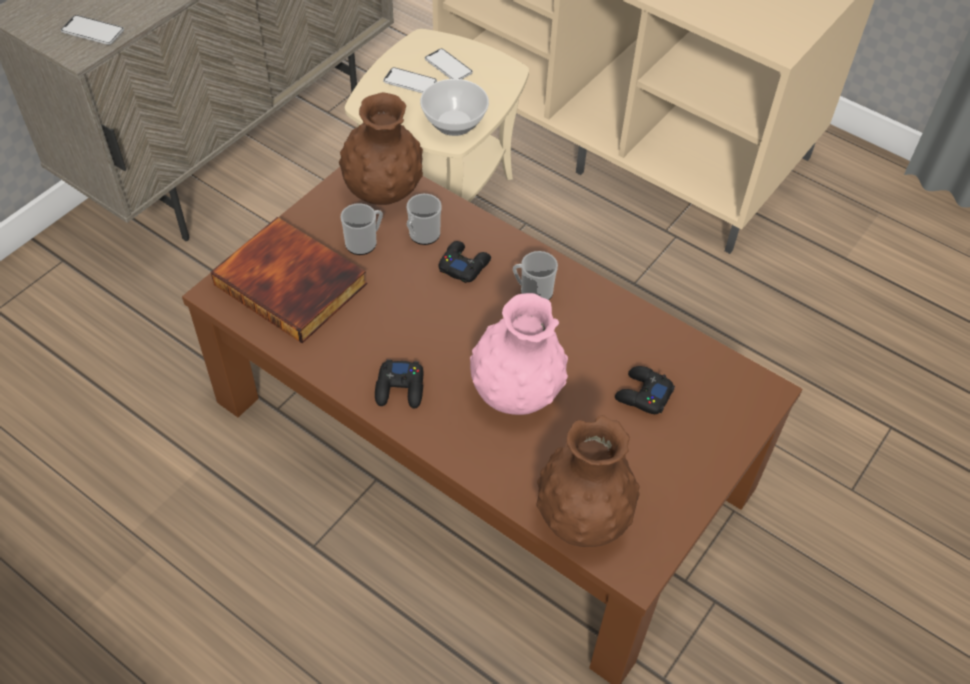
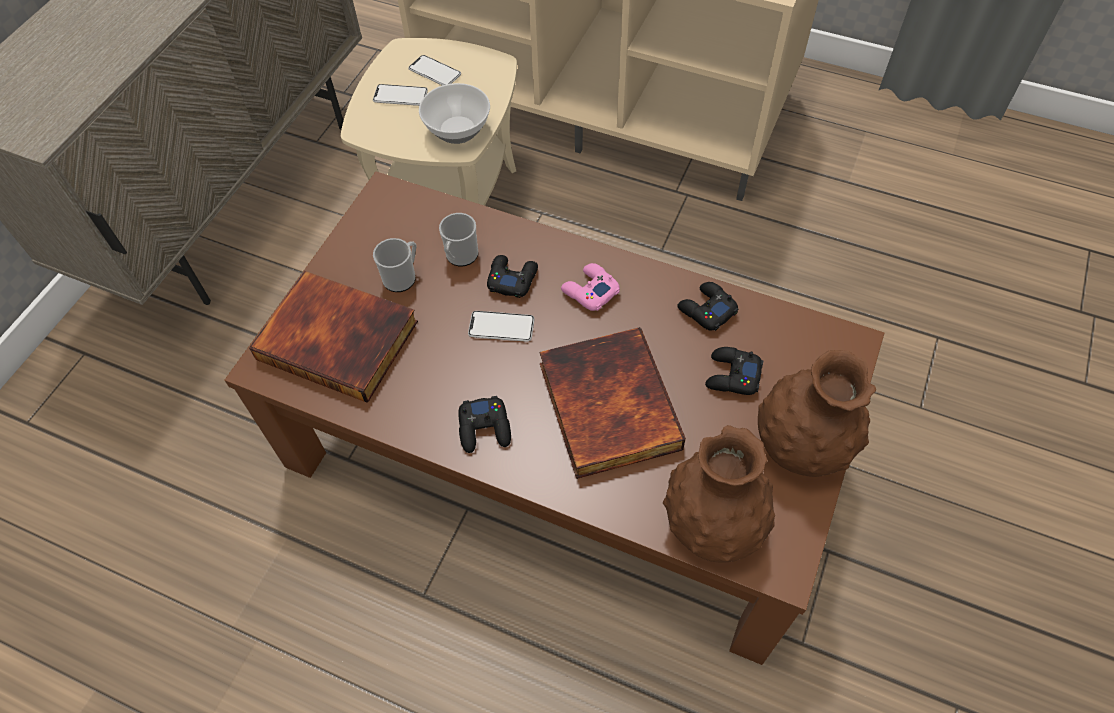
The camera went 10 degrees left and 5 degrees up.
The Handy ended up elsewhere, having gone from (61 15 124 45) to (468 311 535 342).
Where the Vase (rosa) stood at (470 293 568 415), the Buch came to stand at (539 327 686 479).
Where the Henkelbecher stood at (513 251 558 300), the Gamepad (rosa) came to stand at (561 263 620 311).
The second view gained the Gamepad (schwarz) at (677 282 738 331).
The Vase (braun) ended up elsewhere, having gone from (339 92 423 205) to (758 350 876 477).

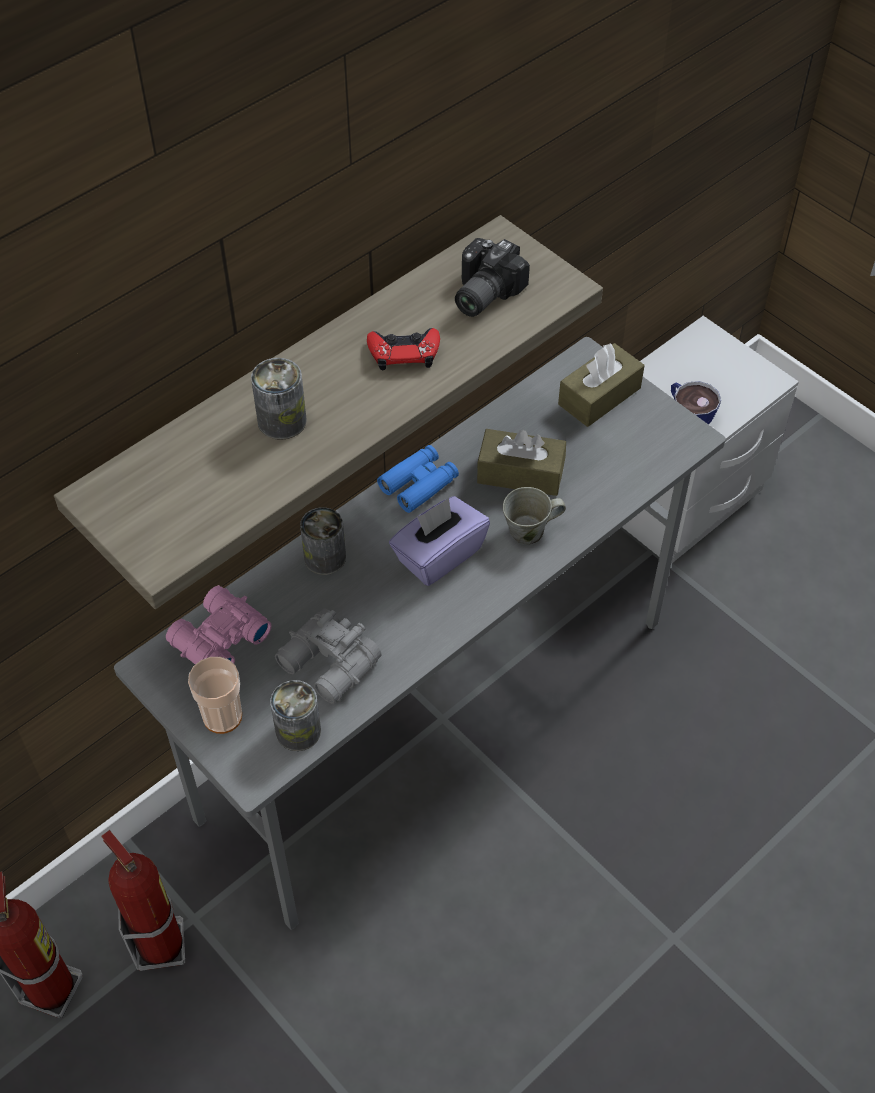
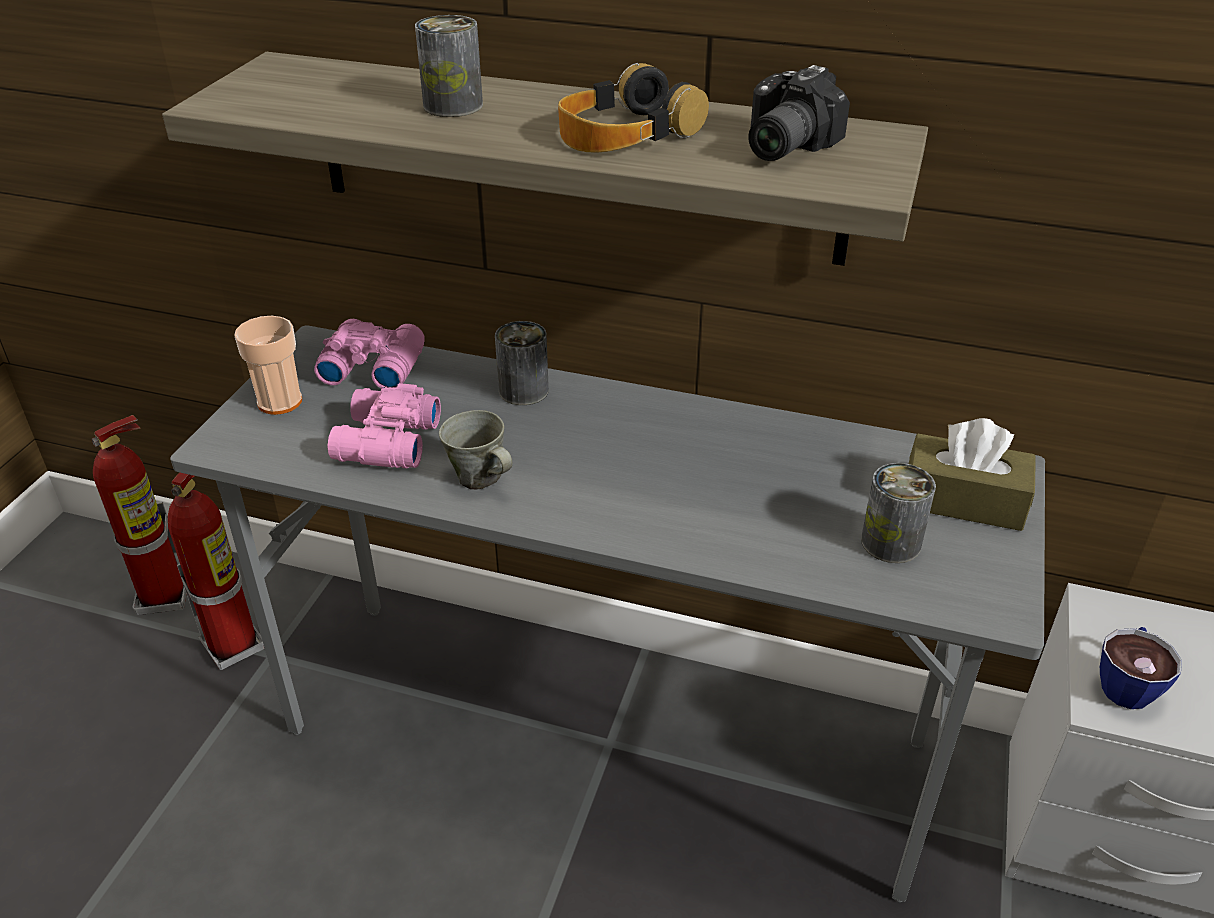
The camera went 60 degrees right and 15 degrees down.
What was the Fernglas (grau) at (275 609 382 704) turned into the Fernglas (rosa) at (328 383 441 469).
The Henkelbecher (grau) ended up elsewhere, having gone from (503 487 566 545) to (439 410 512 490).
Where the Gamepad (rot) stood at (367 328 440 370), the Kopfhörer came to stand at (558 63 709 153).
The Kamera at (455 238 530 317) ended up facing another way, 60 degrees counterclockwise from before.
The Dose ended up elsewhere, having gone from (270 680 321 751) to (861 463 936 563).
The second view lost the Fernglas (blau) at (377 445 459 513).
The second view lost the Taschentuchbox (lila) at (389 496 490 586).
The second view lost the Taschentuchbox (braun) at (477 429 566 496).

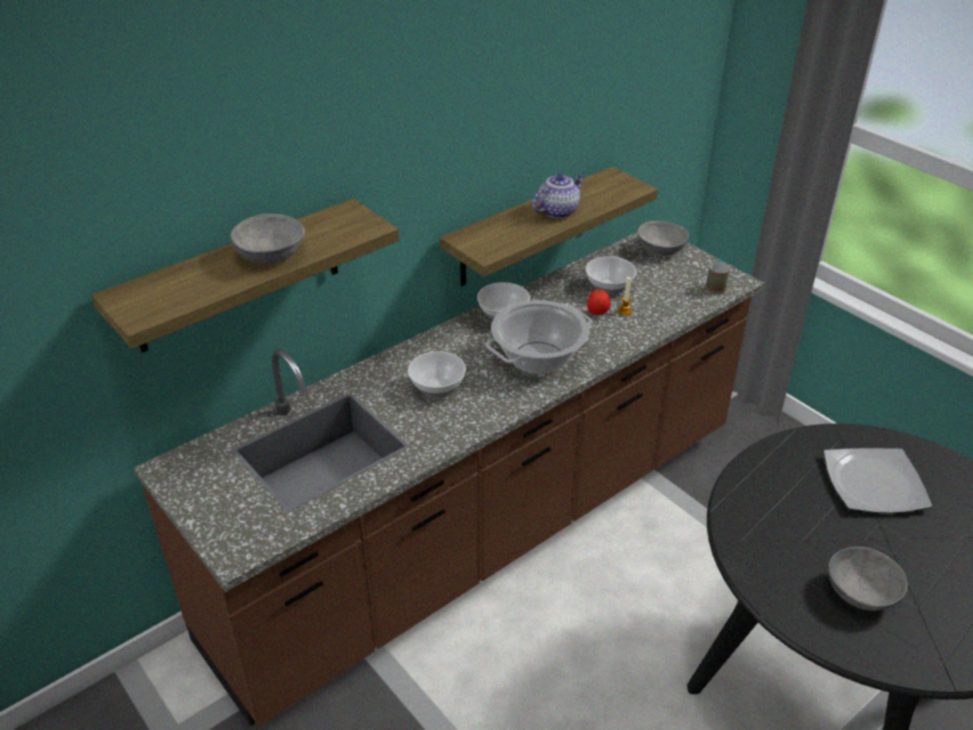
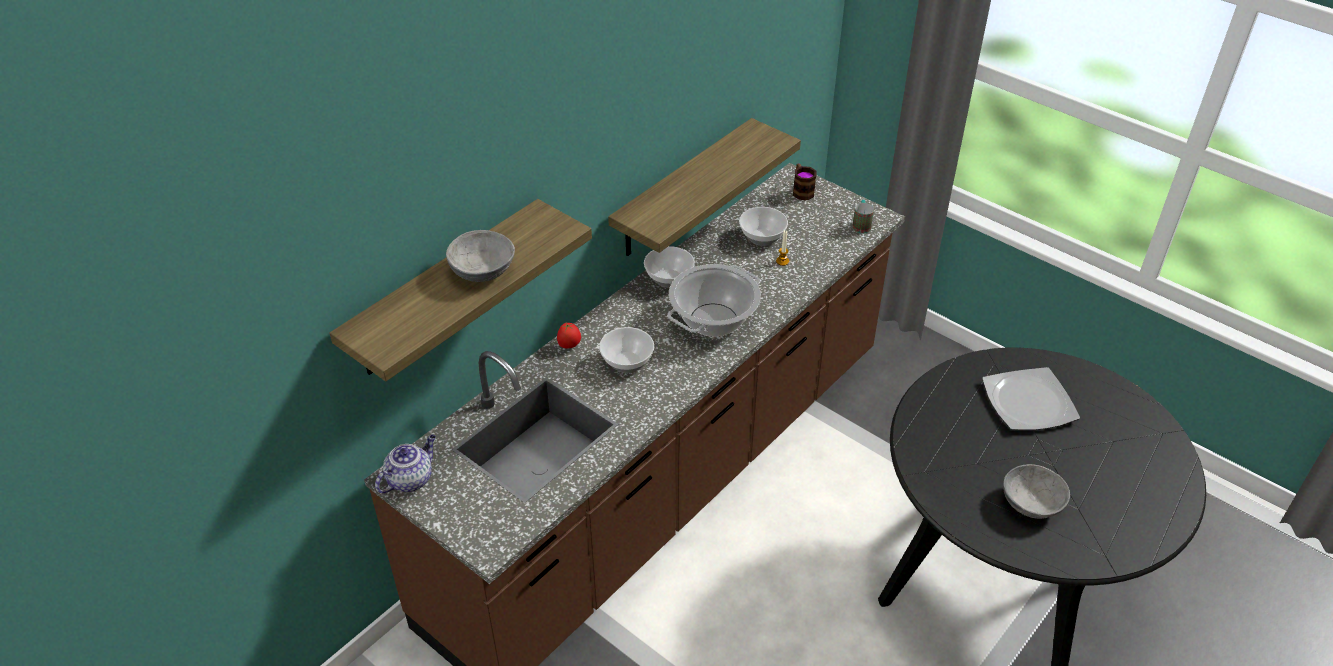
The camera went 10 degrees left and 5 degrees up.
The Teekanne ended up elsewhere, having gone from (532 174 585 219) to (375 435 436 493).
The Tomate ended up elsewhere, having gone from (587 289 611 315) to (557 323 581 348).
Where the Schüssel (grau) stood at (638 221 689 256), the Henkelbecher came to stand at (793 164 817 200).

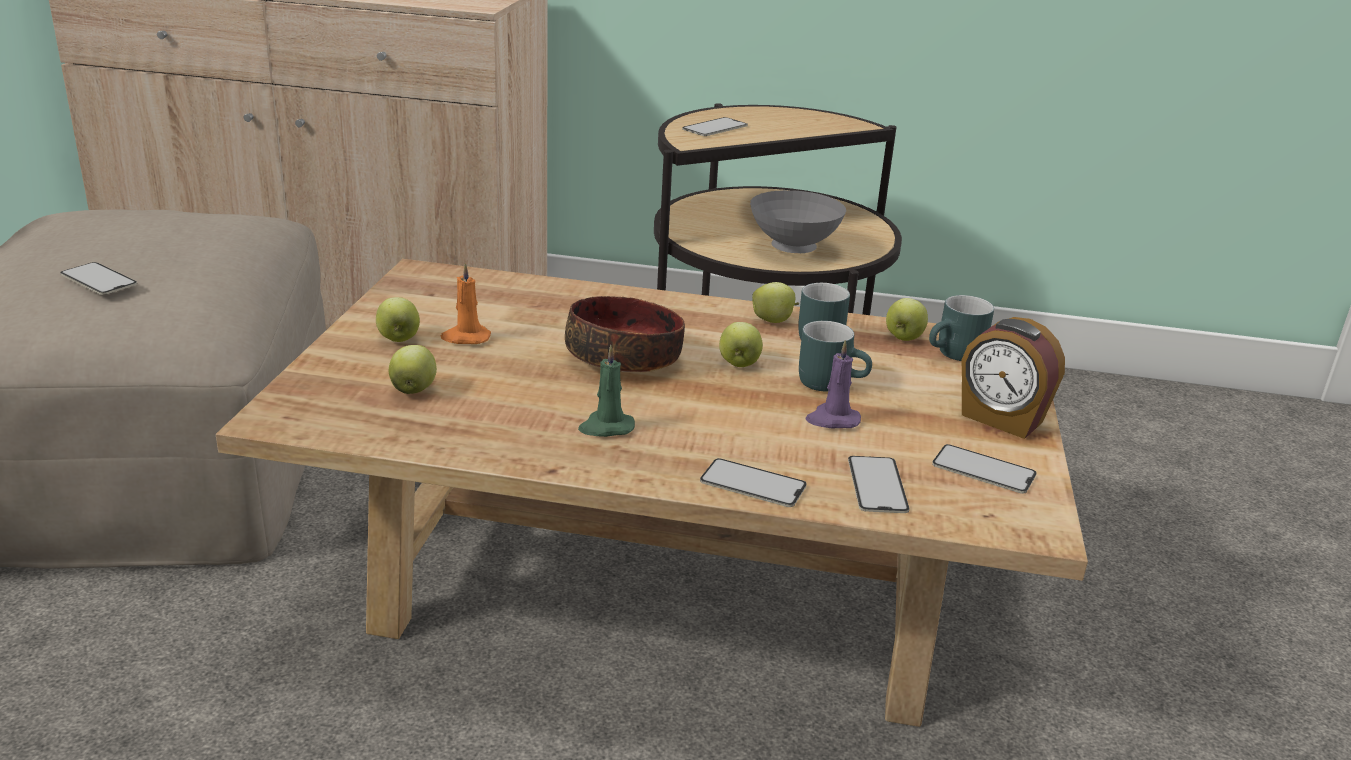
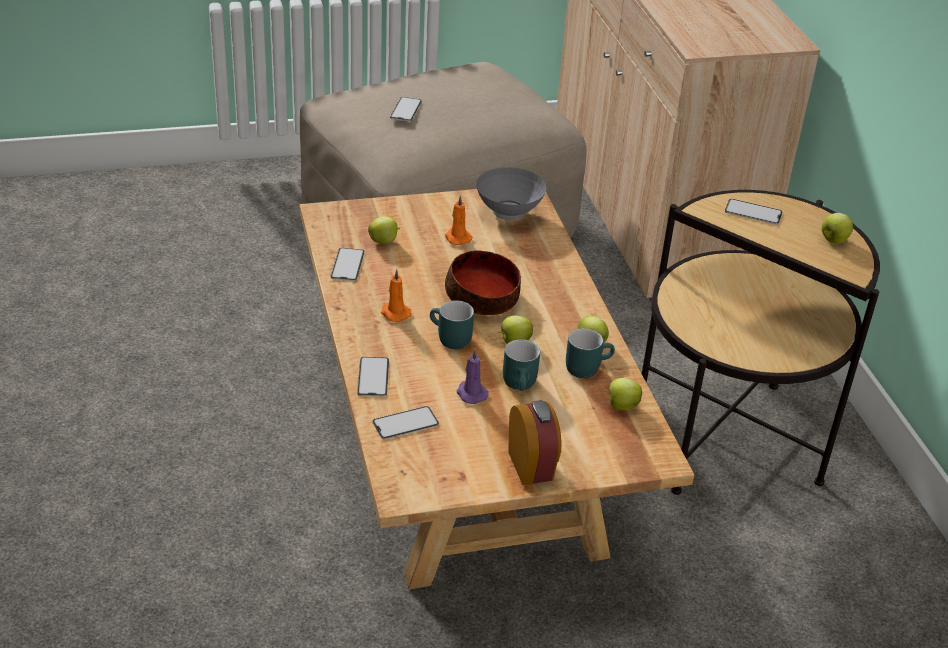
The camera went 65 degrees right and 10 degrees up.
The Handy ended up elsewhere, having gone from (932 444 1037 494) to (331 248 365 281).
What was the Kerze (grün) at (578 345 635 437) turned into the Kerze (orange) at (381 269 411 322).
The Henkelbecher (türkis) ended up elsewhere, having gone from (929 295 994 361) to (430 300 474 349).
The Schüssel (grau) ended up elsewhere, having gone from (750 190 846 253) to (476 167 546 220).
The Wecker at (962 317 1065 439) ended up facing another way, 150 degrees clockwise from before.
The Apfel ended up elsewhere, having gone from (376 297 420 342) to (821 213 853 243).

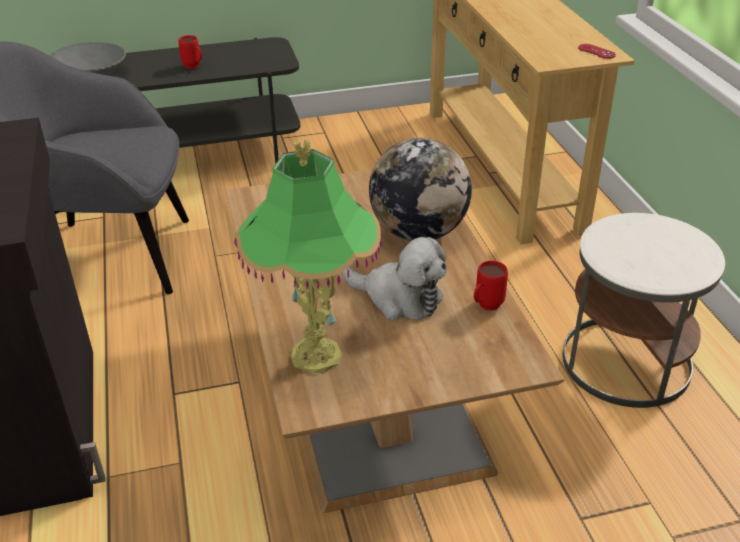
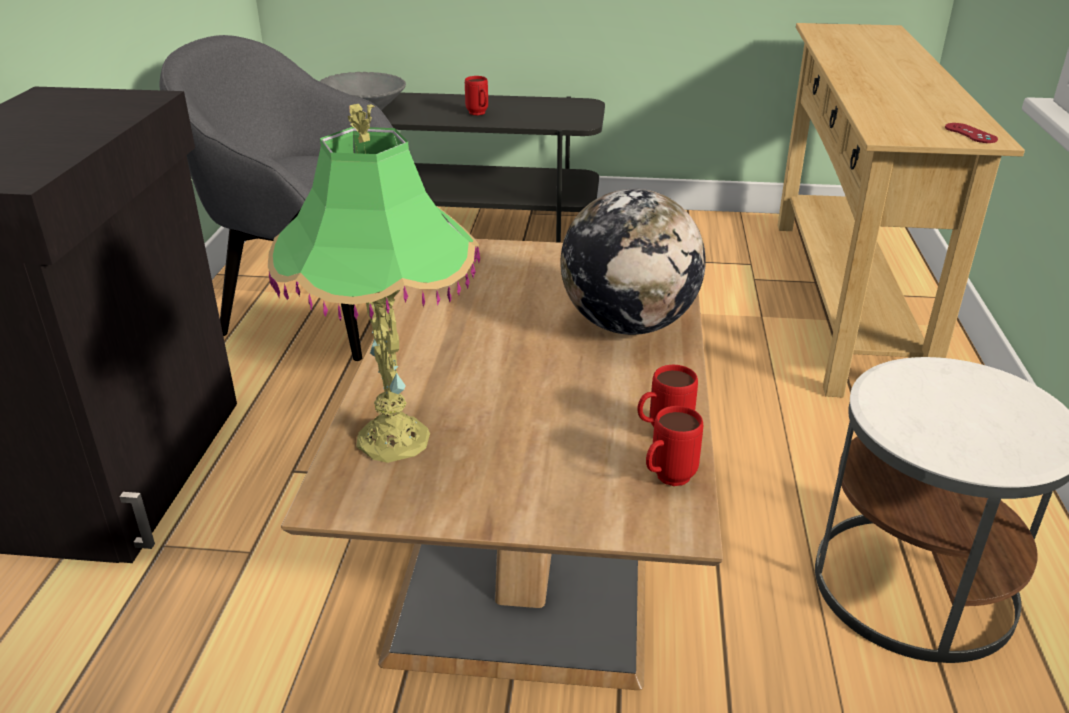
The camera went 20 degrees right and 5 degrees down.
The second view gained the Henkelbecher (rot) at (646 406 703 486).
The second view lost the Plüschtier at (343 237 446 320).

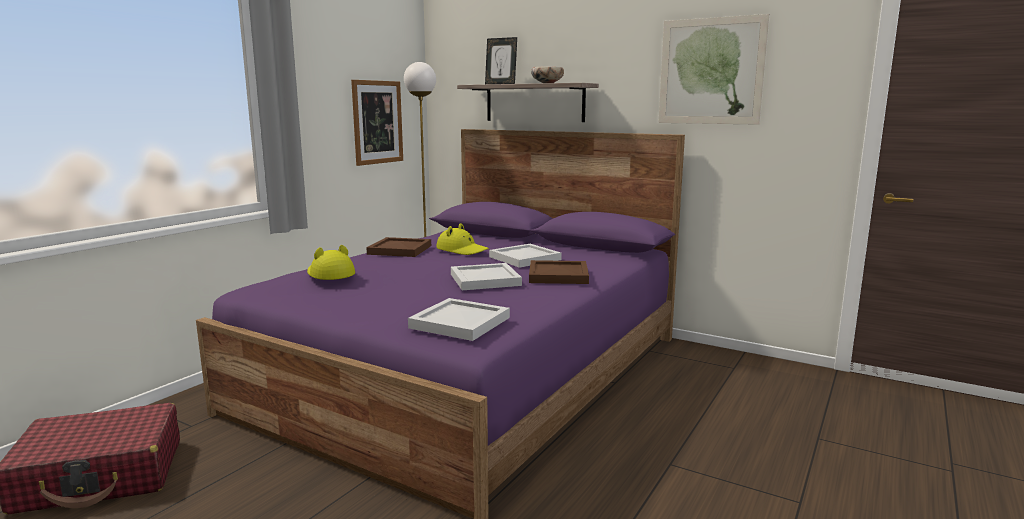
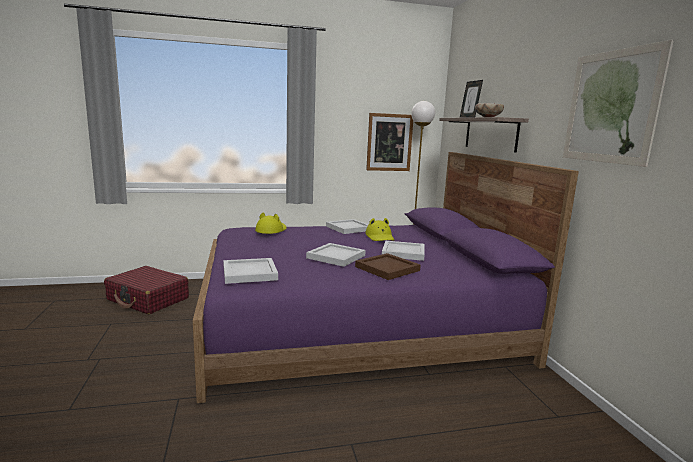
The camera went 45 degrees right and 0 degrees up.
What was the Tablett (braun) at (366 237 431 257) turned into the Tablett (weiß) at (326 219 369 234).

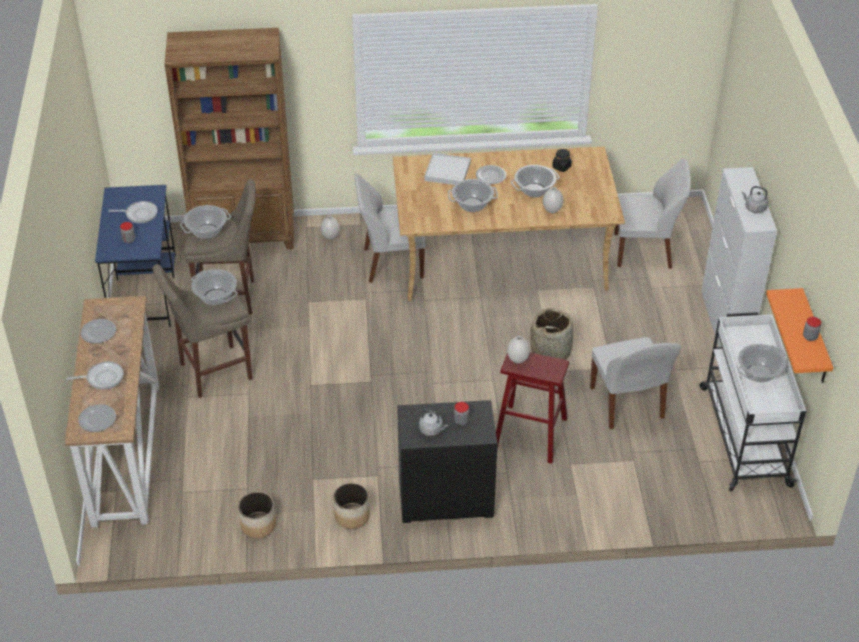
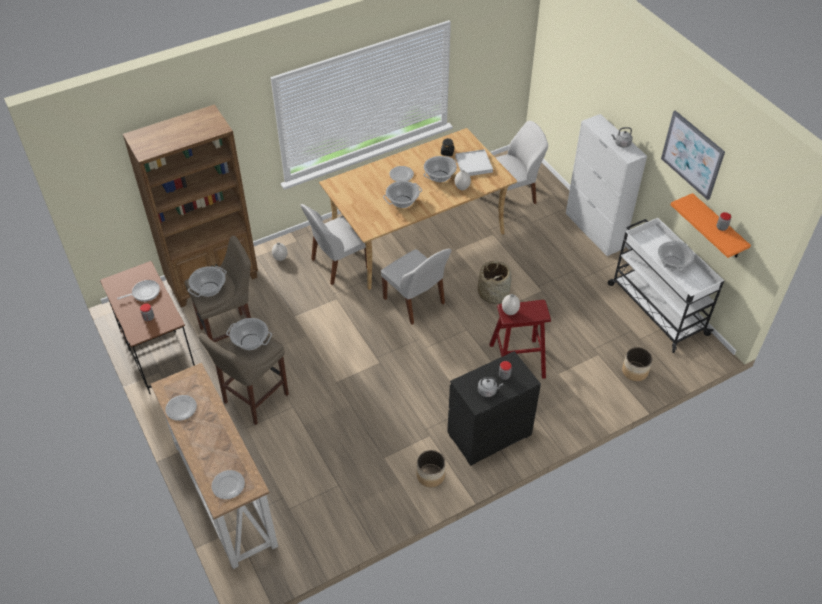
The camera went 25 degrees left and 5 degrees up.
What was the Schreibtisch (blau) at (95 185 176 327) turned into the Schreibtisch (braun) at (100 261 195 394).
The Stuhl (weiß) ended up elsewhere, having gone from (590 337 681 430) to (381 249 451 325).
The Tablett (weiß) ended up elsewhere, having gone from (425 153 471 185) to (455 149 493 176).
The Pflanzkübel ended up elsewhere, having gone from (238 492 276 538) to (622 347 652 381).
The second view gained the Bild at (661 110 725 200).
The second view lost the Pfanne at (66 361 124 390).

